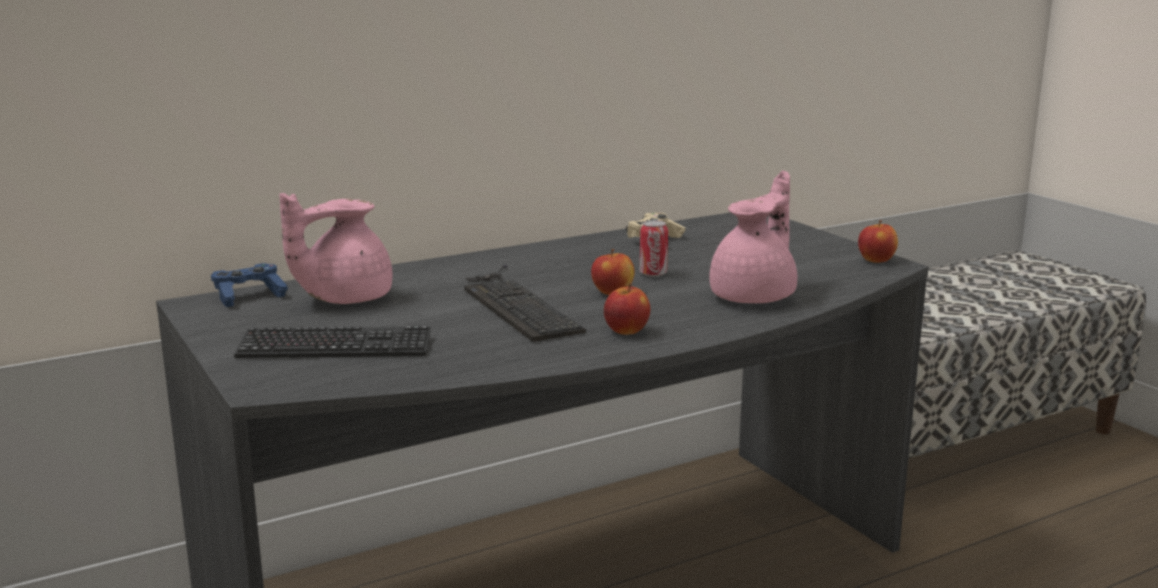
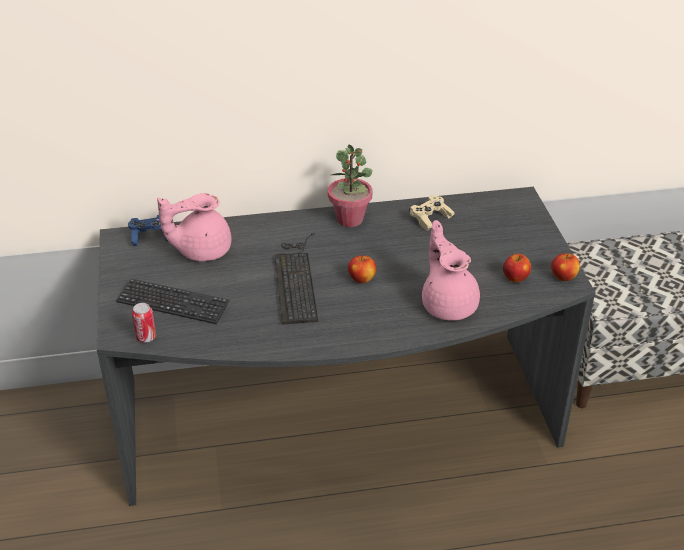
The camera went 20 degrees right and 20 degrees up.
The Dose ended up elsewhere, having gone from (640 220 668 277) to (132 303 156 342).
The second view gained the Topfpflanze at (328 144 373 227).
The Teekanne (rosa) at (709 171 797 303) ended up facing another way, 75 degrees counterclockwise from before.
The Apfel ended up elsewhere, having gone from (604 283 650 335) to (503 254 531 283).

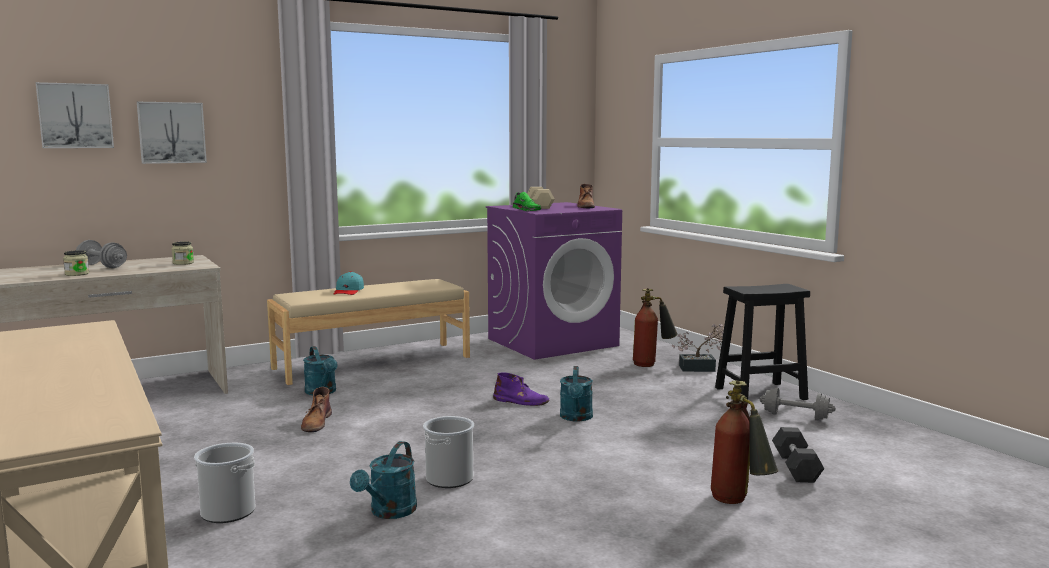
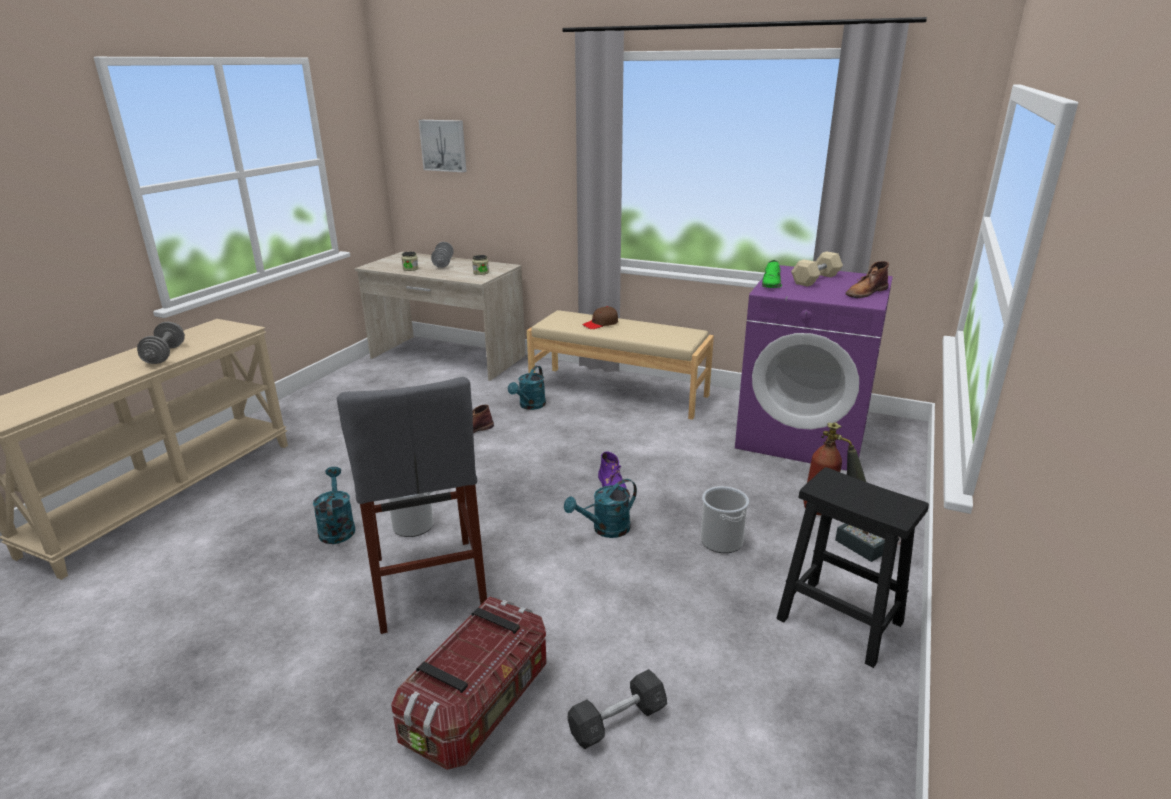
The camera went 55 degrees right and 15 degrees up.
The Hantel (grau) ended up elsewhere, having gone from (760 388 836 421) to (137 322 185 364).
The Gießkanne (türkis) at (350 441 417 519) ended up facing another way, 90 degrees clockwise from before.
The second view gained the Hocker (grau) at (337 377 487 634).
Where the Feuerlöscher stood at (711 380 778 504), the Aufbewahrungsbox came to stand at (391 597 547 770).
What was the Kappe (türkis) at (334 271 364 295) turned into the Kappe (braun) at (582 306 618 329).
The Eimer ended up elsewhere, having gone from (194 443 256 523) to (701 486 749 553).
The second view lost the Bild at (137 102 207 164).

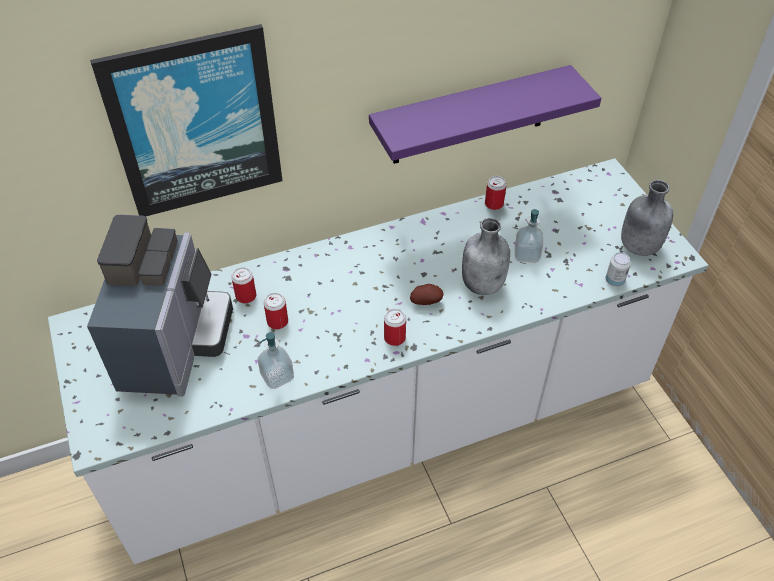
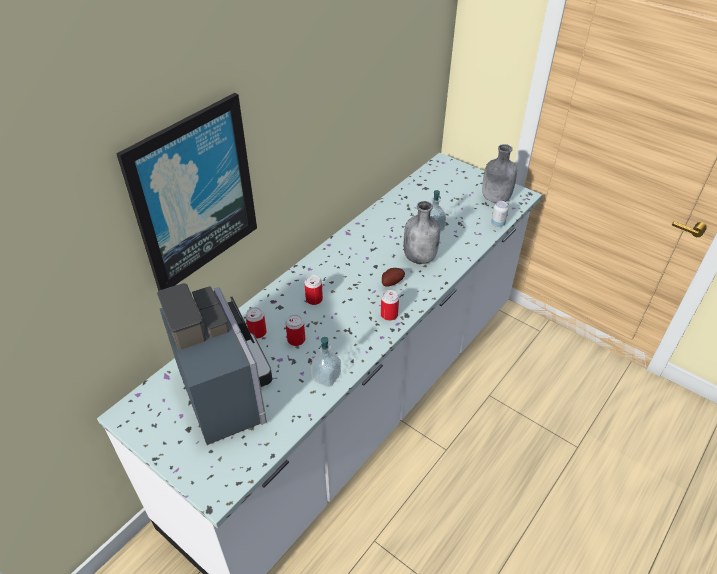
The camera went 30 degrees left and 5 degrees down.
The Dose ended up elsewhere, having gone from (485 176 507 210) to (304 275 323 305).
The second view lost the Wandregal (lila) at (369 65 601 164).

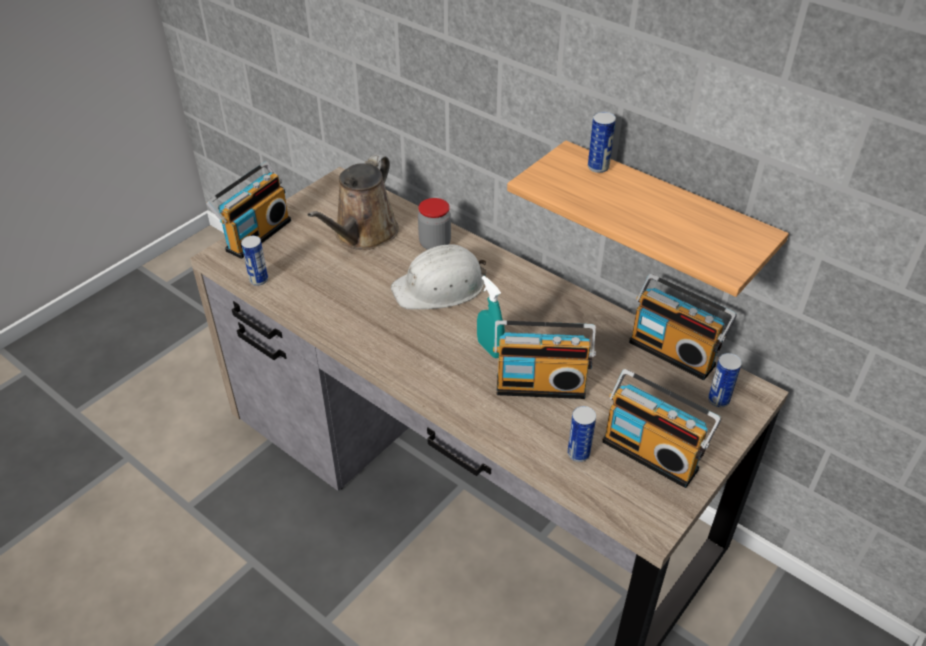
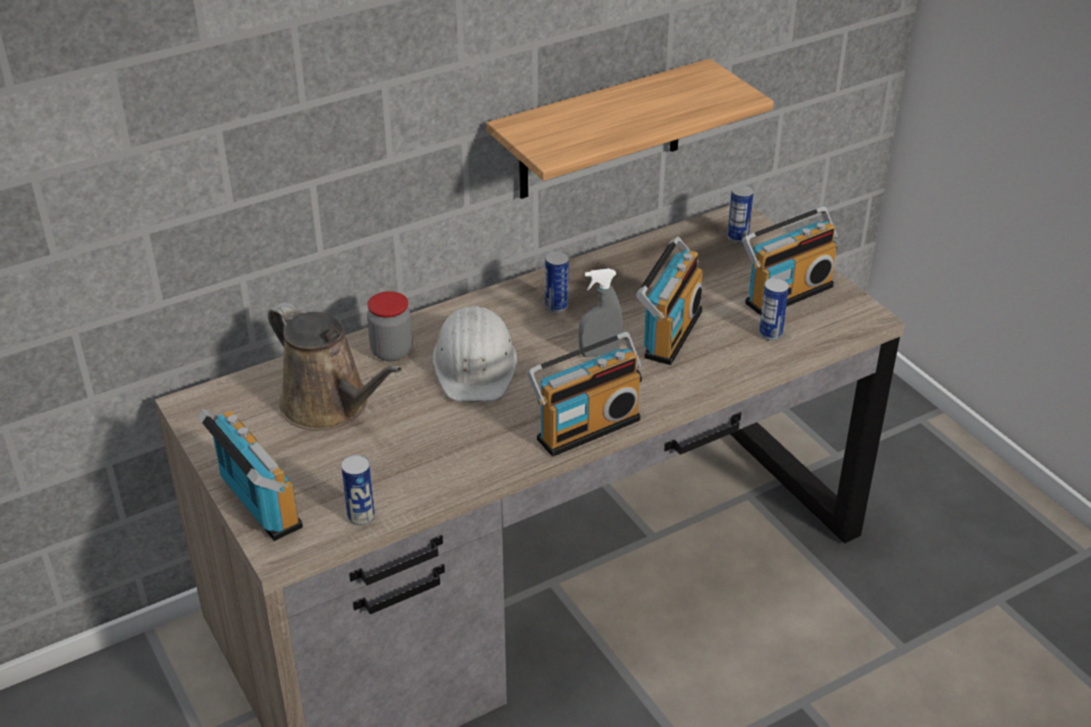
The camera went 70 degrees left and 5 degrees down.
The Radio ended up elsewhere, having gone from (629 274 737 380) to (527 332 642 457).
The Dose ended up elsewhere, having gone from (588 112 616 173) to (545 251 569 313).
What was the Sprühflasche (türkis) at (477 276 505 358) turned into the Sprühflasche (grau) at (578 268 623 358).

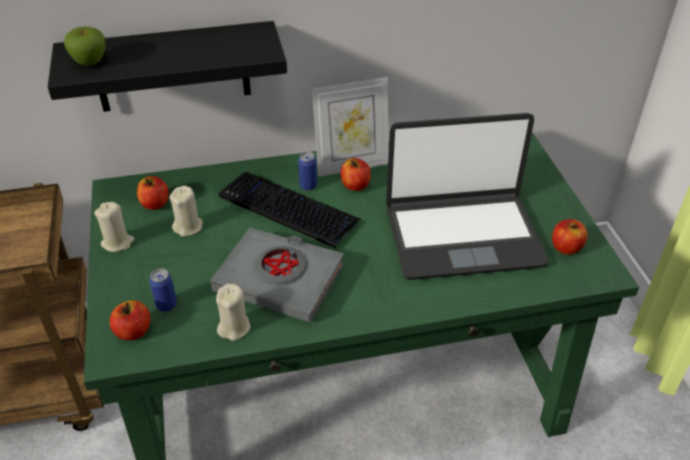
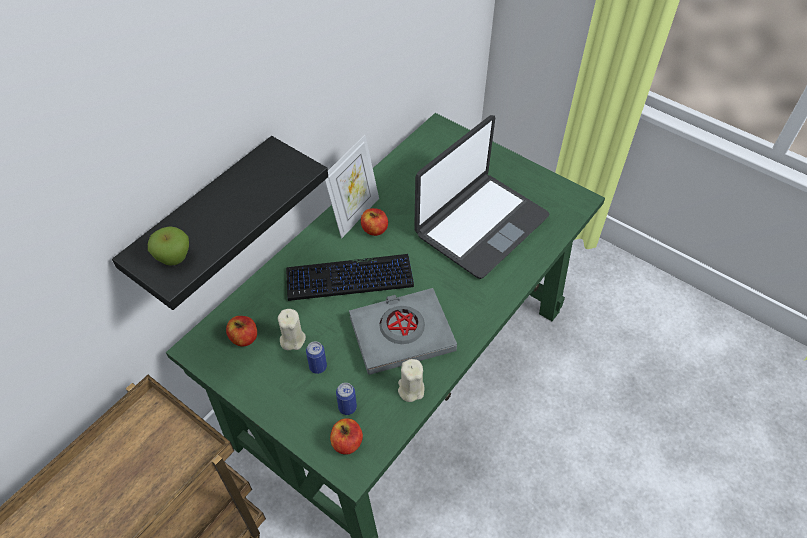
The camera went 40 degrees left and 10 degrees up.
The Dose ended up elsewhere, having gone from (298 152 317 191) to (306 341 327 374).
The second view lost the Kerze (beige) at (94 202 134 252).
The second view lost the Apfel at (552 219 588 255).

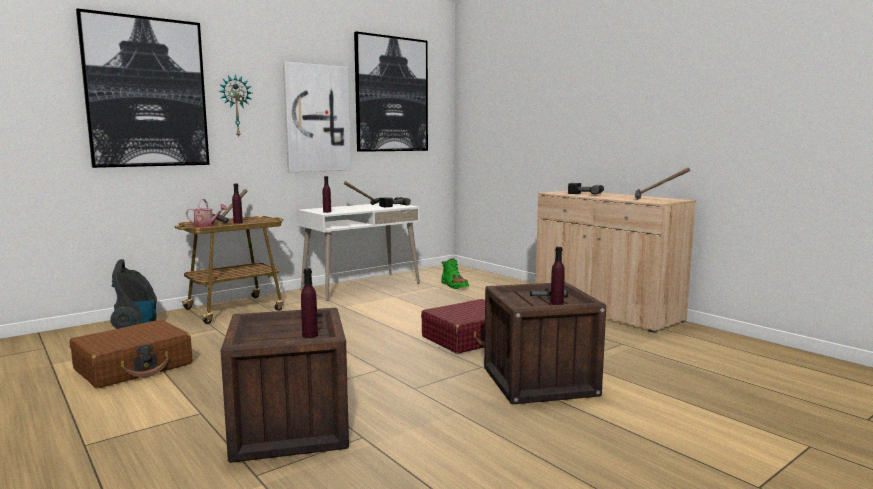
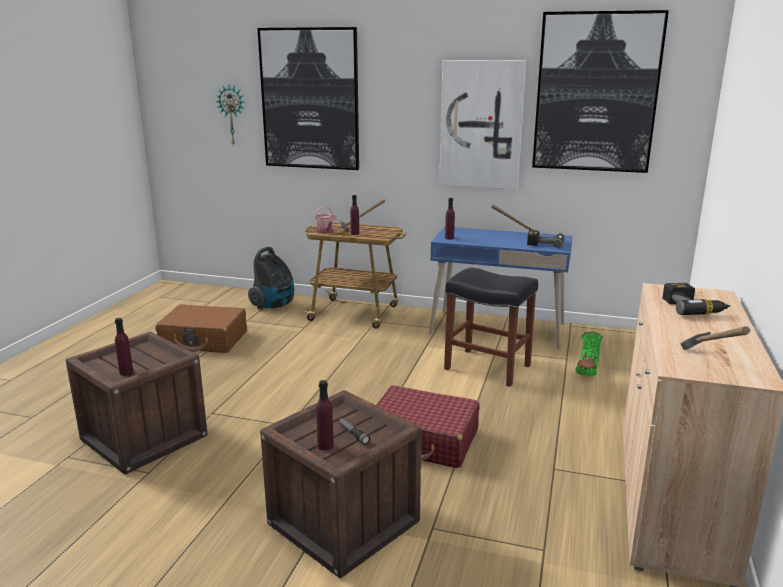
The camera went 55 degrees right and 10 degrees up.
The Wanduhr ended up elsewhere, having gone from (219 75 252 138) to (215 85 245 146).
What was the Schreibtisch (weiß) at (297 203 420 301) turned into the Schreibtisch (blau) at (429 227 573 349).
The second view gained the Hocker (schwarz) at (444 267 538 387).

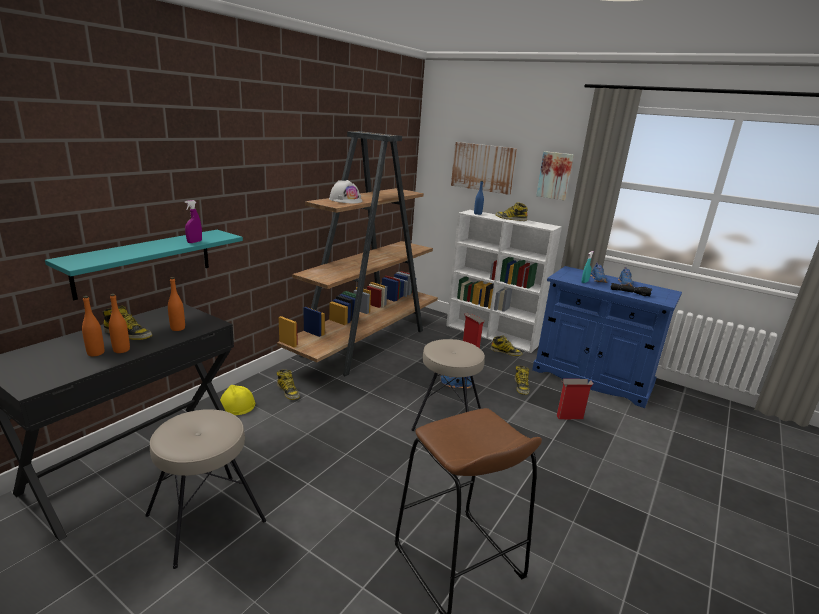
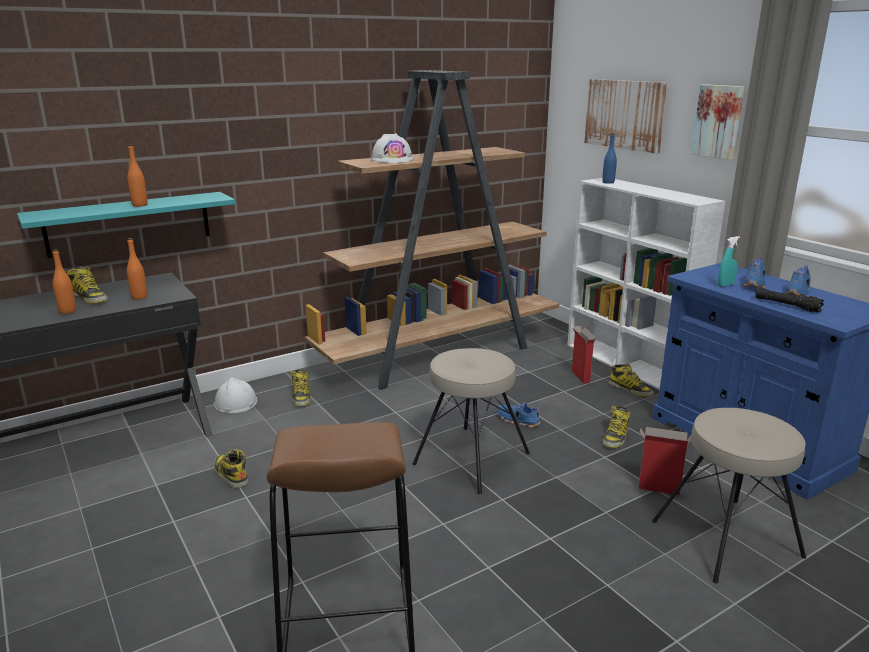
The camera went 25 degrees right and 0 degrees up.
The Flasche (orange) ended up elsewhere, having gone from (82 296 104 356) to (127 145 148 207).
What was the Schutzhelm (gelb) at (220 385 255 415) turned into the Schutzhelm (weiß) at (214 377 257 413).
The Stiefel ended up elsewhere, having gone from (496 202 528 221) to (214 449 249 488).
The Hocker (beige) ended up elsewhere, having gone from (145 409 266 569) to (652 408 806 583).
The second view lost the Sprühflasche (lila) at (185 200 202 243).

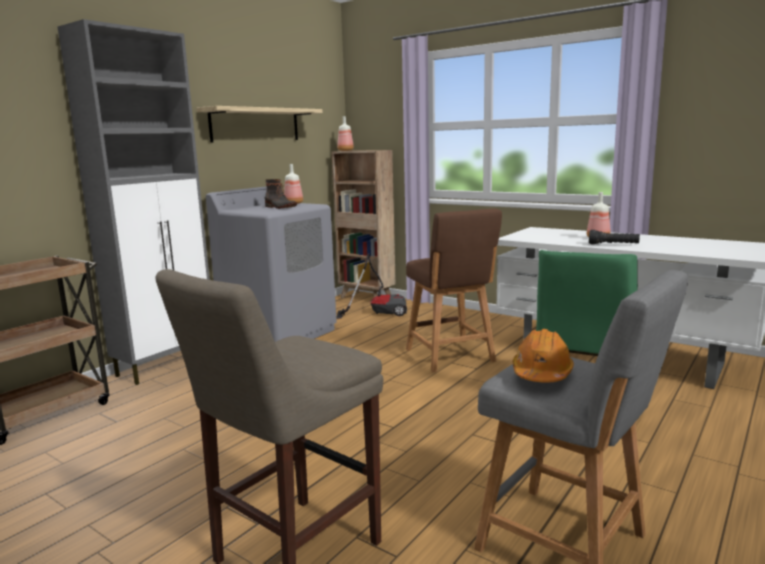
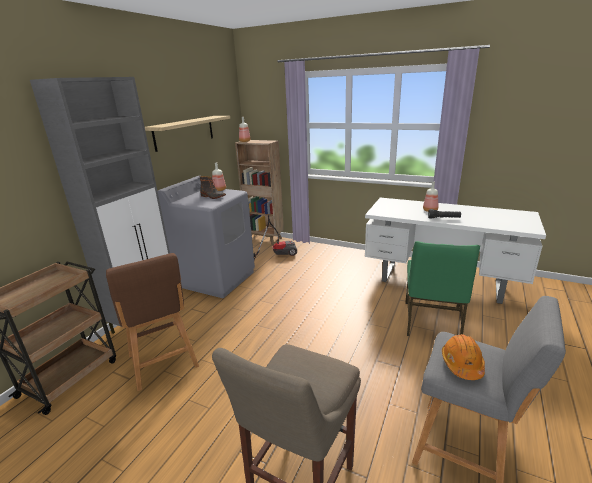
The camera went 10 degrees left and 10 degrees up.
The Hocker (braun) ended up elsewhere, having gone from (406 209 502 373) to (106 253 199 391).

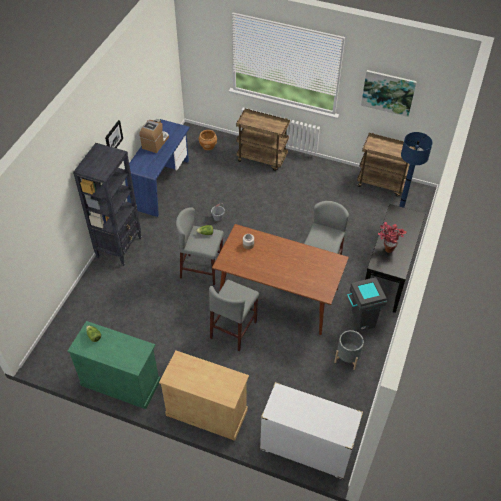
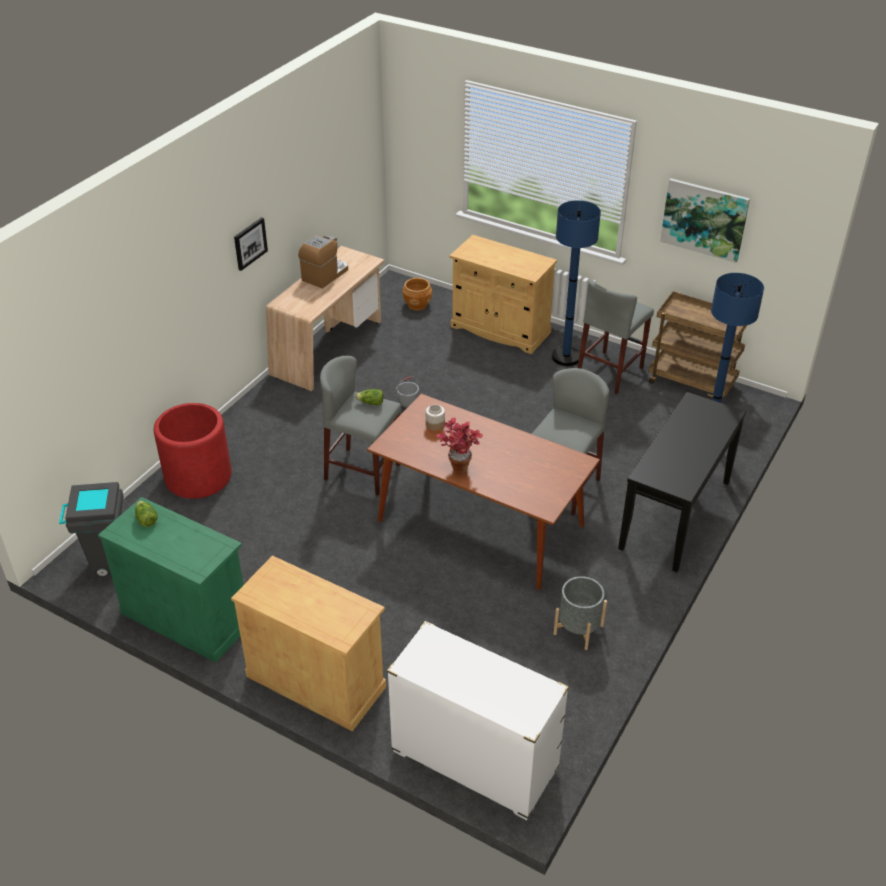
The camera went 10 degrees right and 10 degrees down.
The Mülleimer (grau) ended up elsewhere, having gone from (347 277 387 330) to (59 482 124 577).
The second view gained the Pflanzkübel (rot) at (154 403 232 499).
What was the Schreibtisch (blau) at (125 119 190 217) turned into the Schreibtisch (beige) at (266 246 384 391).
The Topfpflanze ended up elsewhere, having gone from (378 222 407 253) to (437 418 483 474).
Where the Rollwagen (braun) stood at (236 109 290 171), the Schrank (beige) came to stand at (449 235 557 354).
The second view gained the Stehlampe (blau) at (552 200 601 366).
The Hocker (grau) ended up elsewhere, having gone from (209 280 259 351) to (578 280 654 394).
The second view lost the Bücherregal (schwarz) at (73 143 142 266).

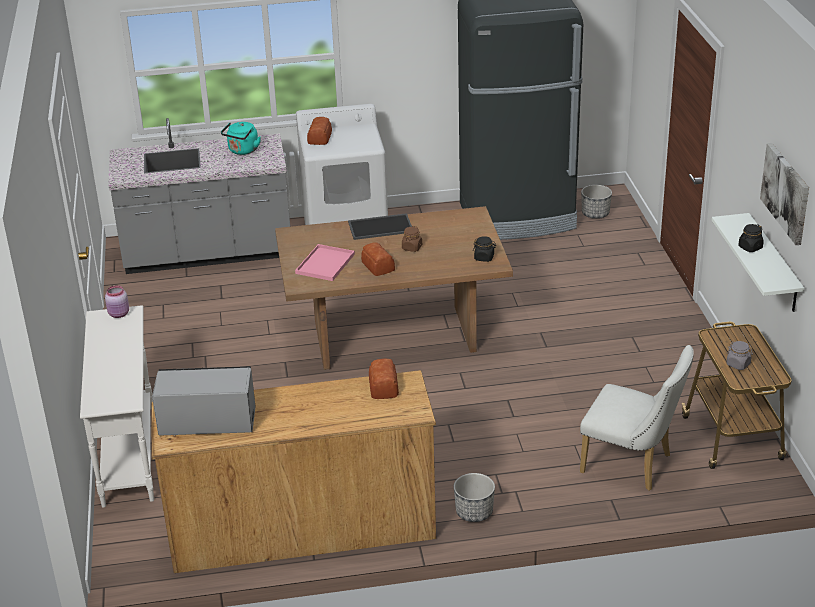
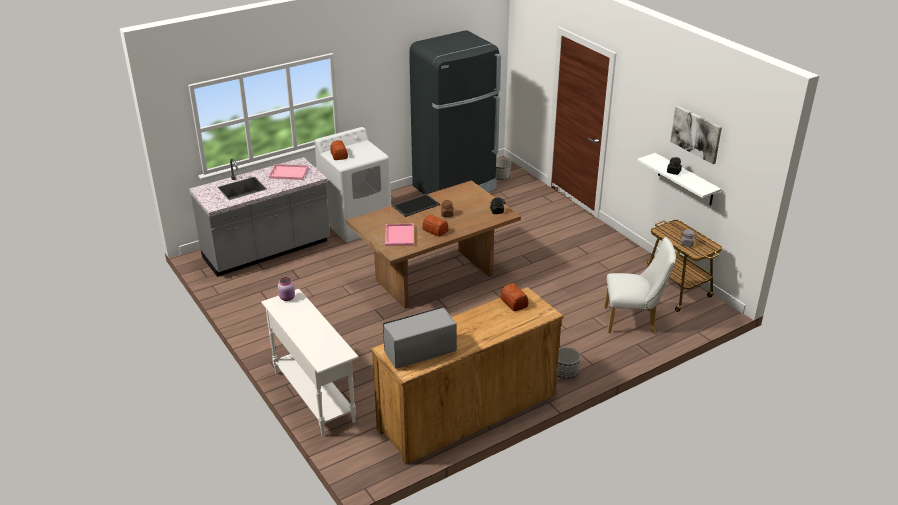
The camera went 25 degrees left and 0 degrees up.
Where the Wasserkessel (türkis) stood at (221 122 261 155), the Tablett (rosa) came to stand at (269 164 308 180).

